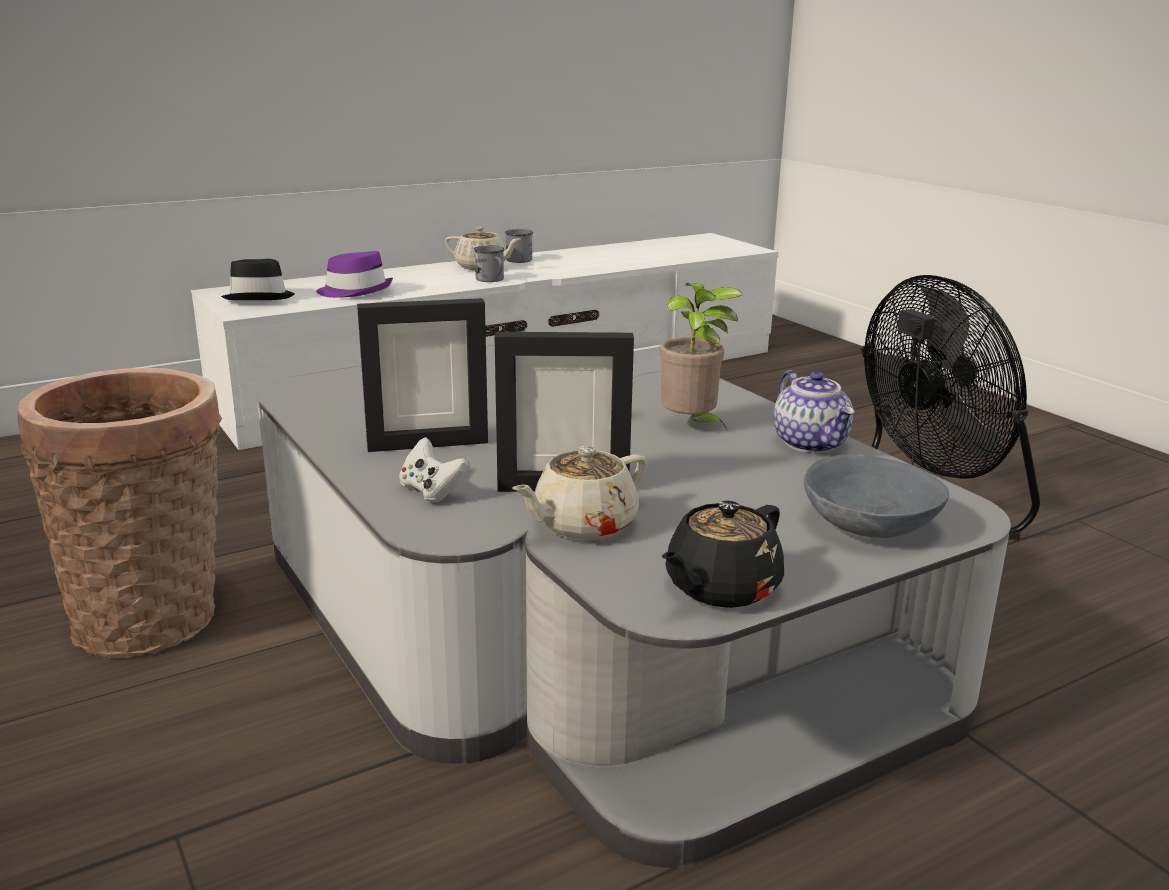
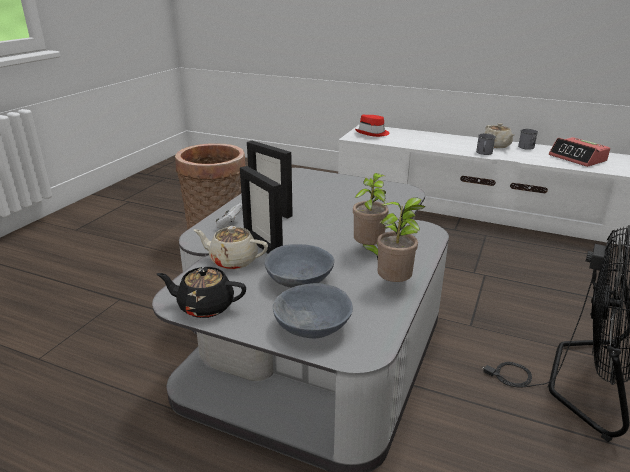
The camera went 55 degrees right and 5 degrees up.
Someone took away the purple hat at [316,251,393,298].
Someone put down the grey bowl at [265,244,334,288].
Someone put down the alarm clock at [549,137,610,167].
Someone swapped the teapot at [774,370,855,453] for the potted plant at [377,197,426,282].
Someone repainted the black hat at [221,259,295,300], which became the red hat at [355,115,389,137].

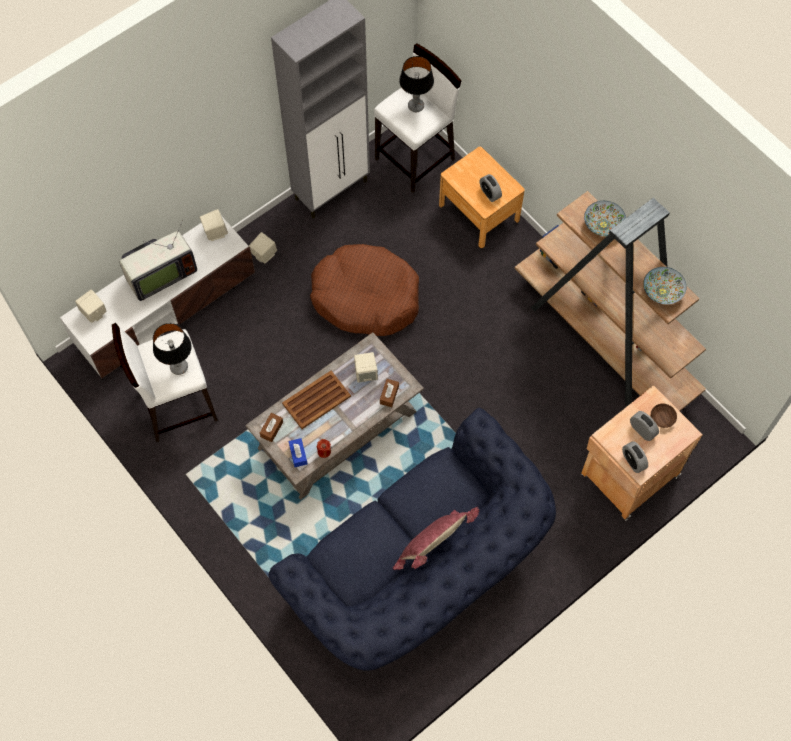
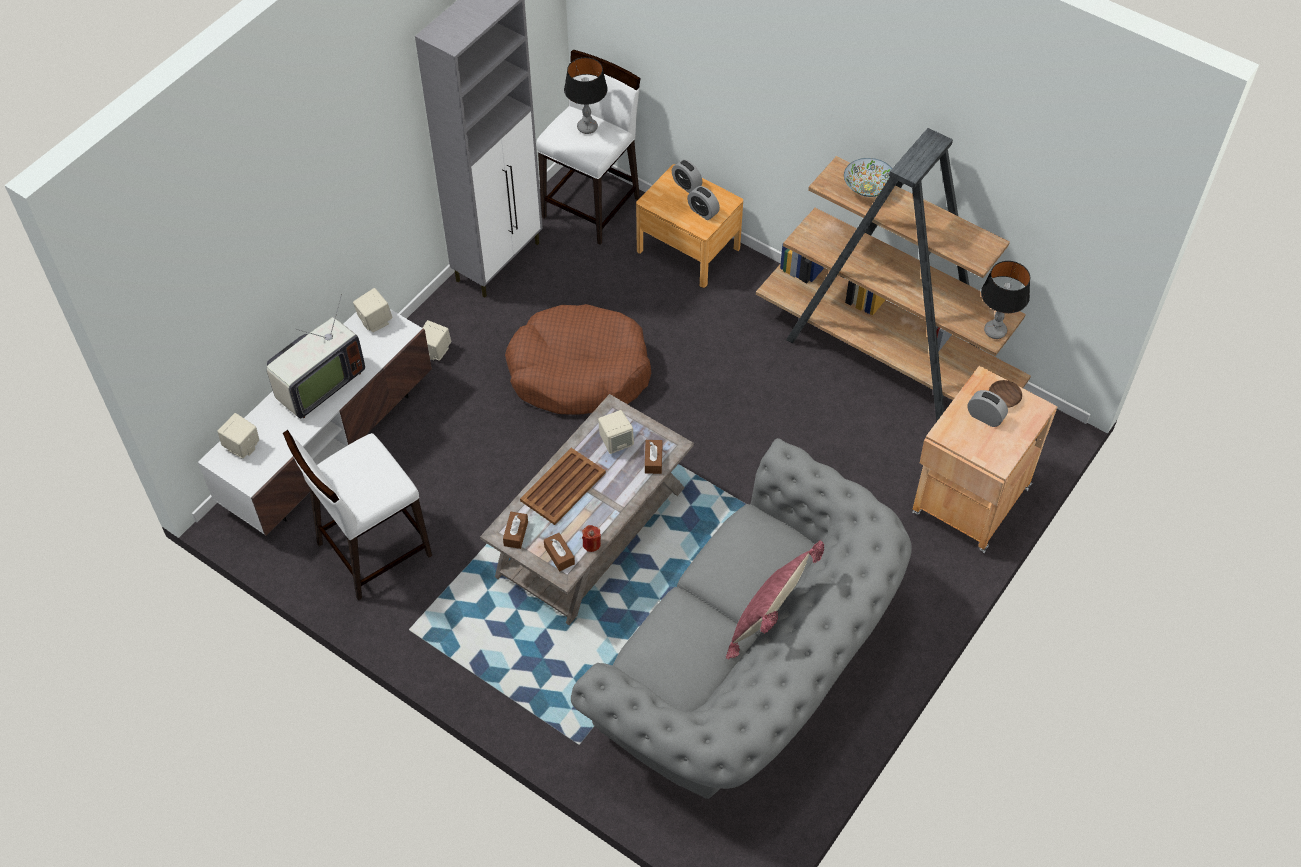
The camera went 15 degrees left and 10 degrees down.
Someone took away the bowl at [643,267,687,304].
Someone carried the table lamp from [153,323,192,375] to [981,261,1030,339].
Someone carried the alarm clock from [622,441,648,473] to [672,160,702,193].
Someone repainted the blue sofa at [269,408,556,671], which became the grey sofa at [571,438,912,799].
Someone repainted the blue tissue box at [289,438,307,467], which became the brown tissue box at [544,533,575,571].

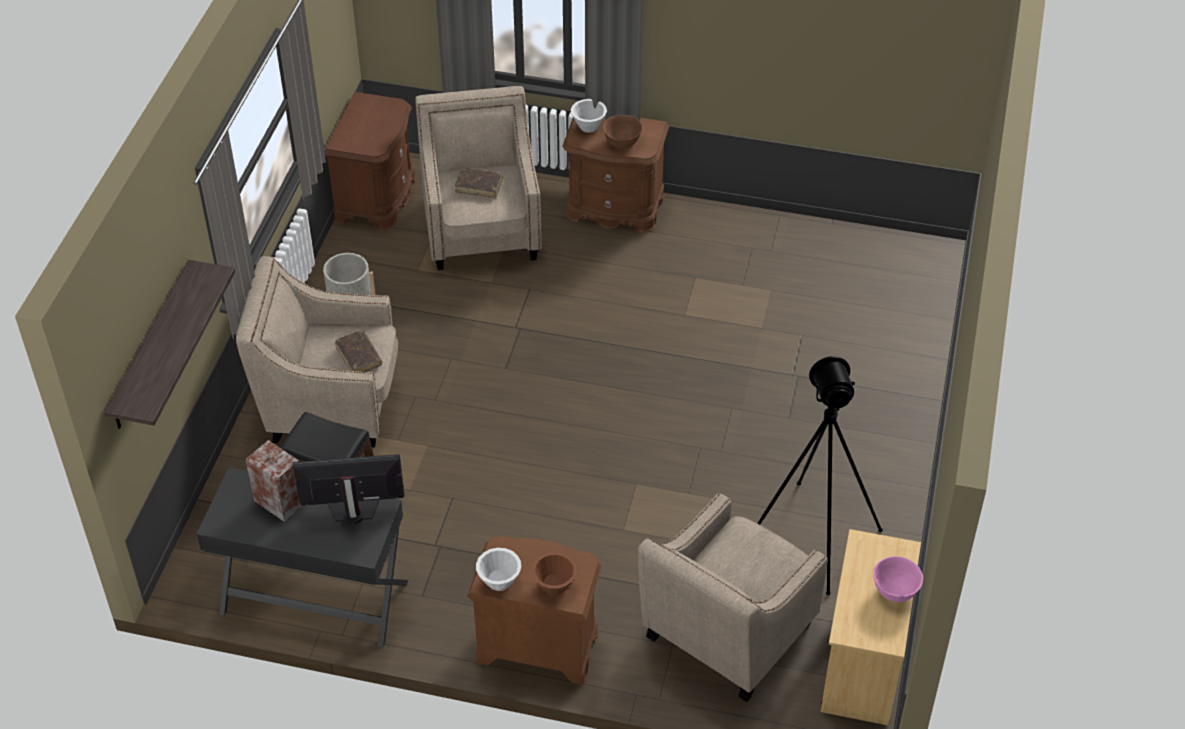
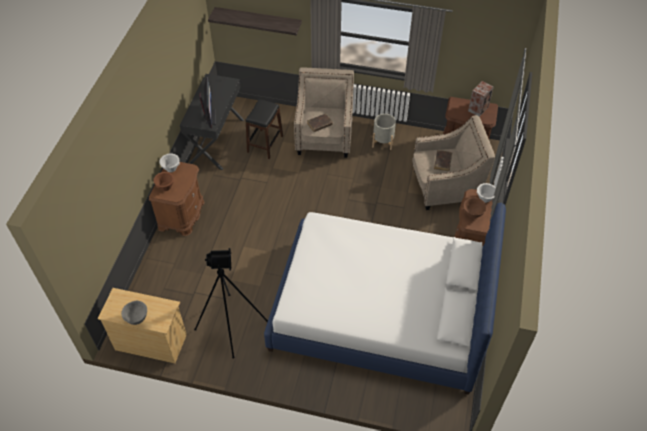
The camera went 90 degrees right and 5 degrees up.
Someone took away the beige armchair at [638,493,828,702].
Someone put down the white bed at [264,203,506,395].
Someone carried the speaker from [245,440,302,522] to [468,81,494,117].
Someone repainted the pink bowl at [873,556,923,602], which became the grey bowl at [121,301,147,325].

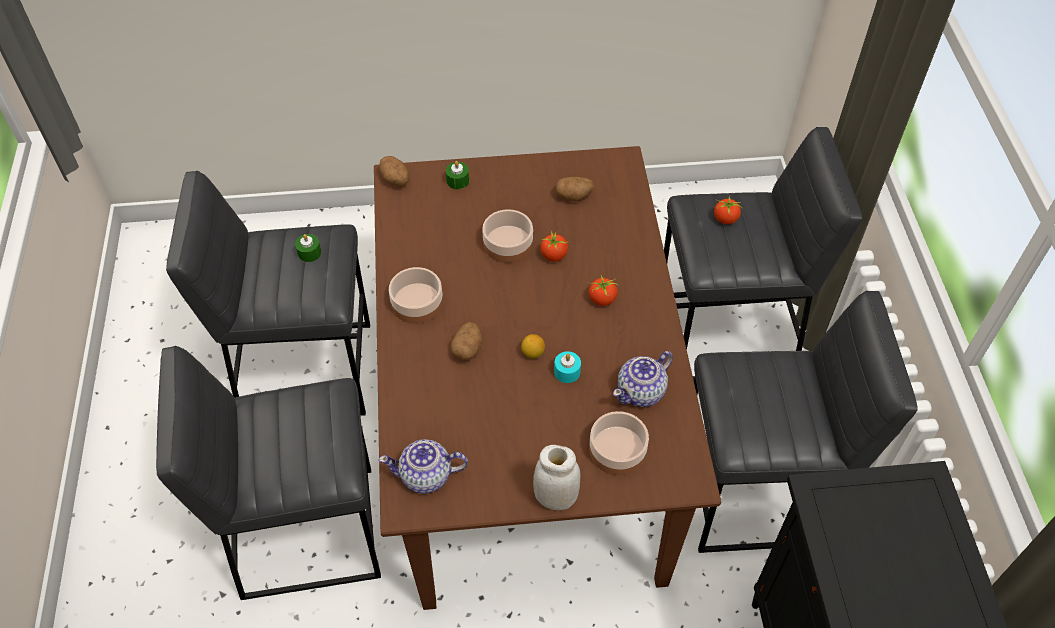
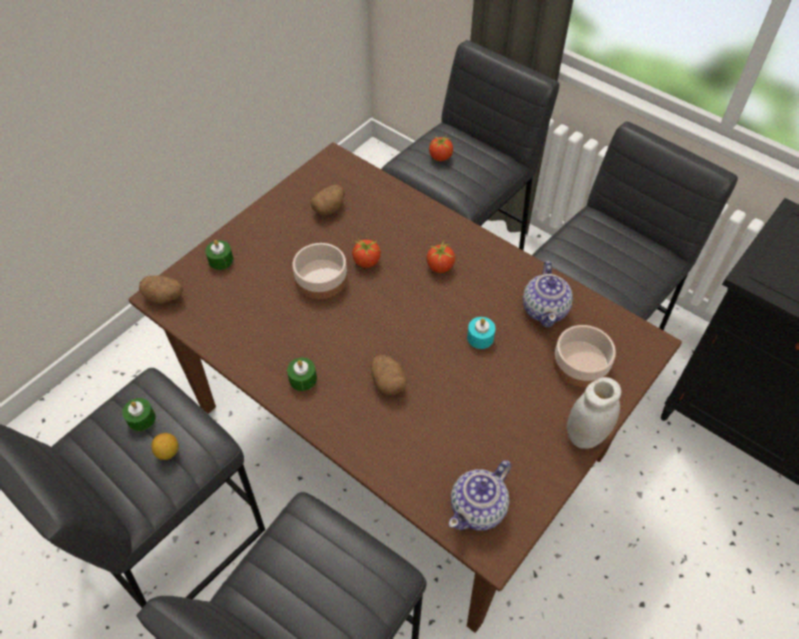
The camera went 45 degrees left and 0 degrees up.
Someone carried the lemon from [521,334,545,359] to [151,433,179,460].
Someone swapped the bowl at [389,267,443,324] for the green candle at [287,358,317,391].

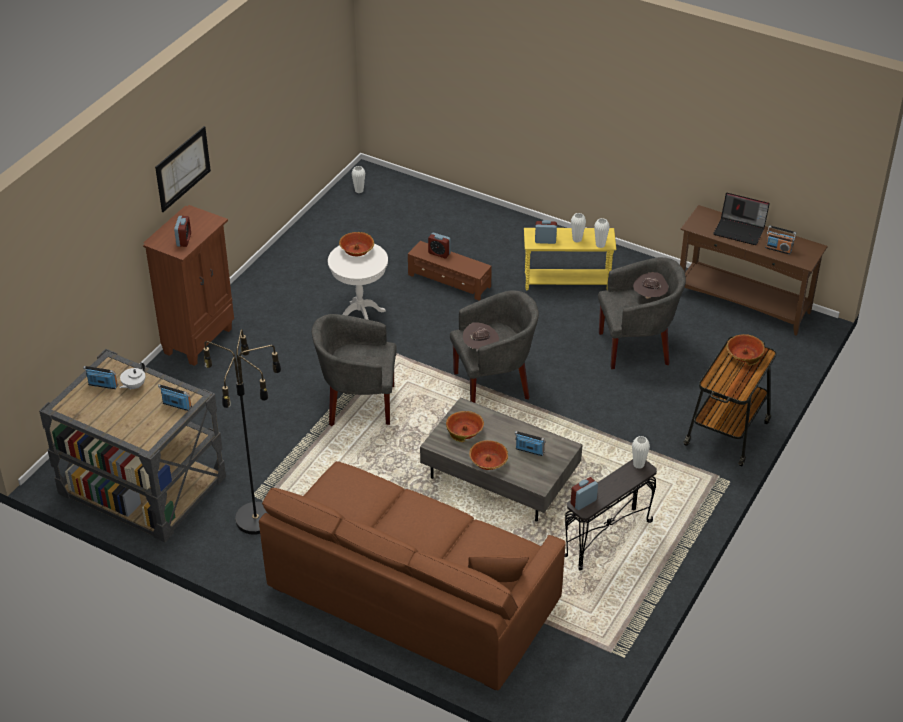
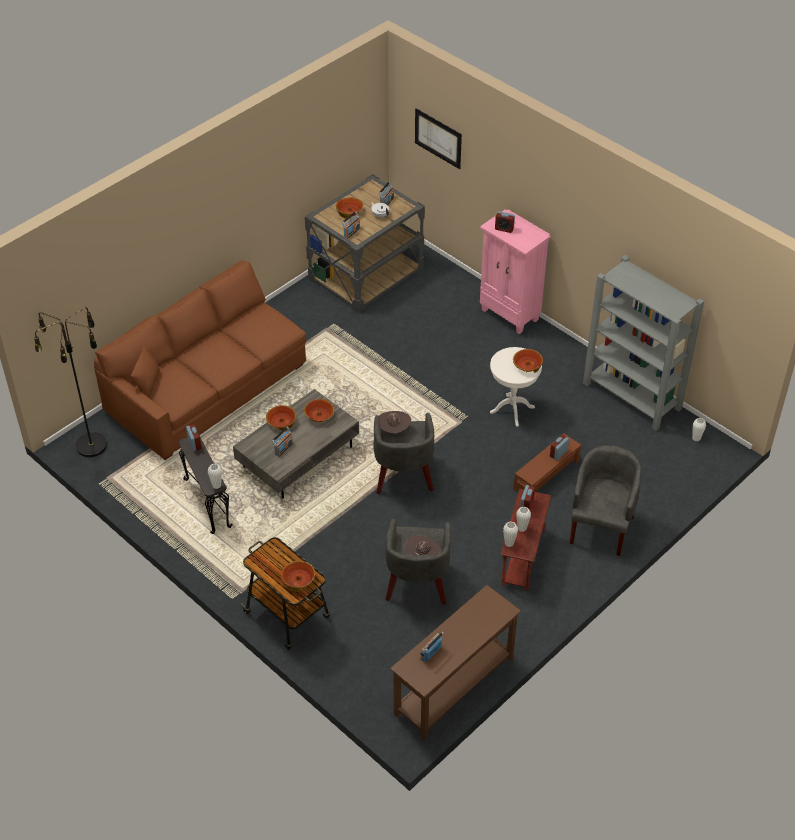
The camera went 105 degrees right and 5 degrees up.
Someone took away the laptop at [713,193,770,245].
Someone put down the bowl at [336,197,363,218].
Someone put down the grey bookcase at [583,255,704,431].
Someone carried the picture from [155,126,211,212] to [415,108,462,169].
Someone carried the floor lamp from [203,329,281,534] to [34,307,107,457].
Someone carried the grey armchair from [311,314,397,426] to [570,446,642,556].
Someone repainted the brown cabinet at [143,205,234,366], which became the pink cabinet at [480,209,550,334].
Someone repainted the yellow side table at [524,228,617,290], which became the brown side table at [500,489,551,591].

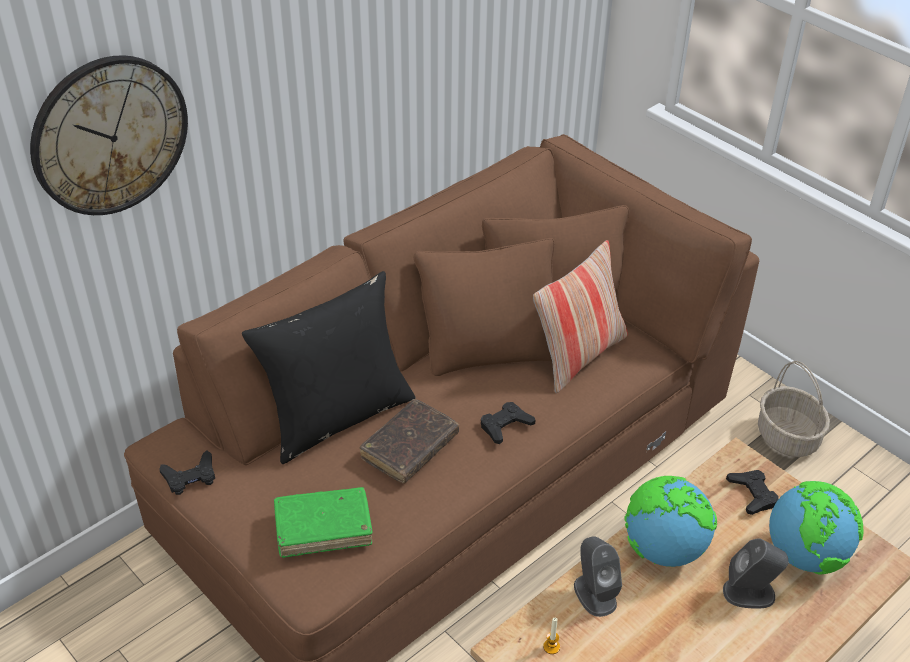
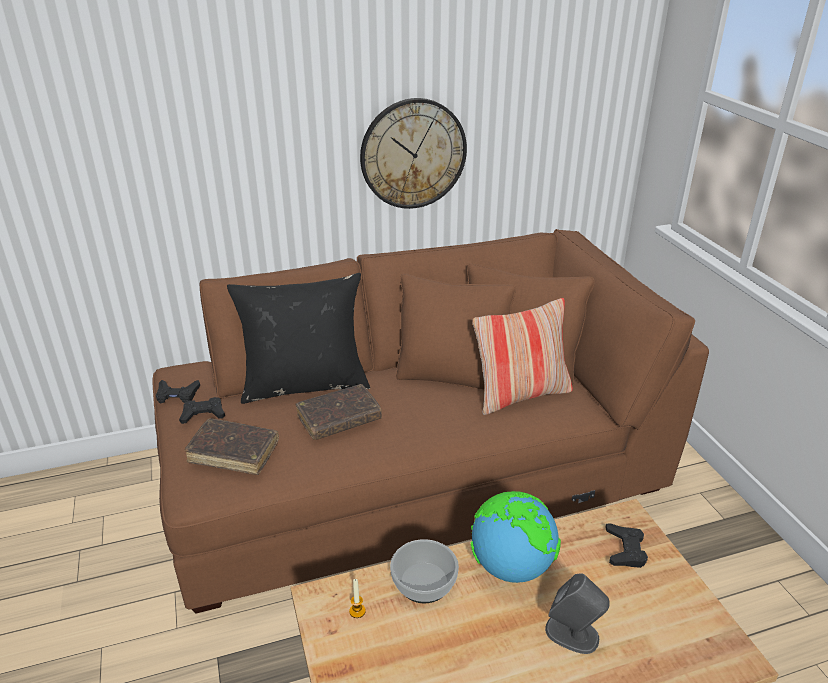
The camera went 25 degrees right and 10 degrees down.
Someone took away the basket at [758,361,830,457].
Someone took away the globe at [769,481,863,575].
Someone carried the wall clock from [30,55,188,215] to [360,98,467,209].
Someone carried the black game controller from [481,402,535,444] to [179,397,225,424].
Someone swapped the grey speaker at [574,536,622,617] for the bowl at [390,539,459,603].
Someone repainted the green book at [274,487,373,558], which became the brown book at [185,418,279,475].

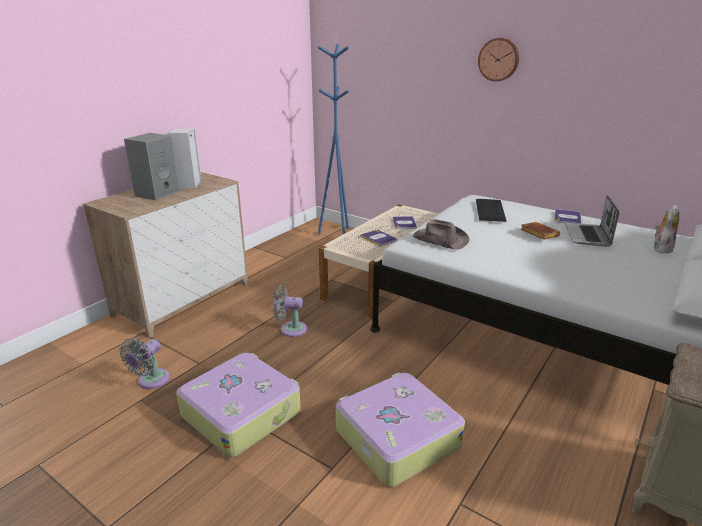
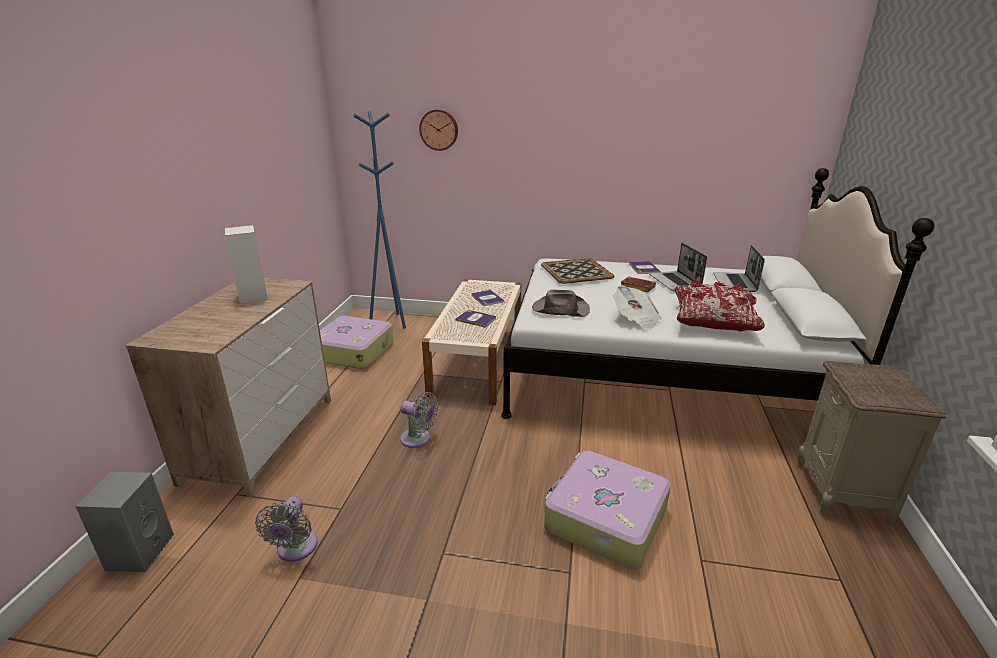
The camera went 25 degrees left and 0 degrees up.
Someone put down the newspaper at [613,285,662,330].
Someone put down the red pillow at [674,280,765,332].
Someone carried the grey speaker from [124,133,180,200] to [75,472,174,572].
Someone carried the suitcase from [176,353,301,457] to [320,316,394,369].
Someone carried the wall clock from [478,38,519,82] to [419,109,458,151].
Someone swapped the keyboard at [476,199,507,222] for the tray at [541,258,614,284].
Someone swapped the plush toy at [654,205,679,253] for the laptop at [713,245,765,292].
Someone rotated the grey fan at [273,285,307,337] by 135 degrees counterclockwise.

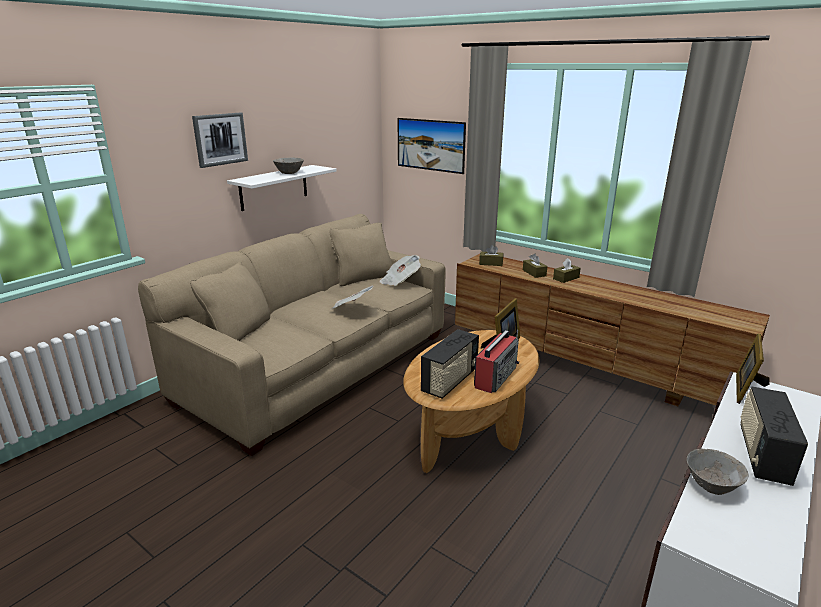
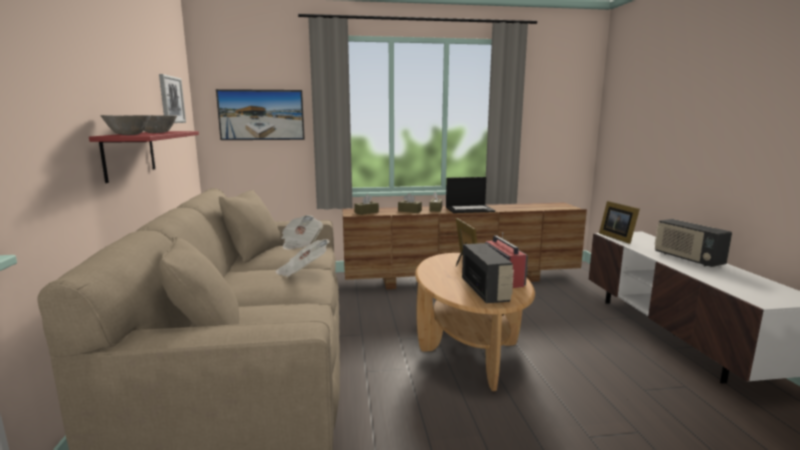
The camera went 45 degrees left and 10 degrees down.
Someone put down the laptop at [446,177,495,213].
Someone carried the picture from [192,113,248,168] to [159,74,186,123].
Someone carried the grey bowl from [687,449,748,495] to [100,115,151,135].
Someone repainted the white shelf at [227,165,337,211], which became the red shelf at [89,131,199,183].

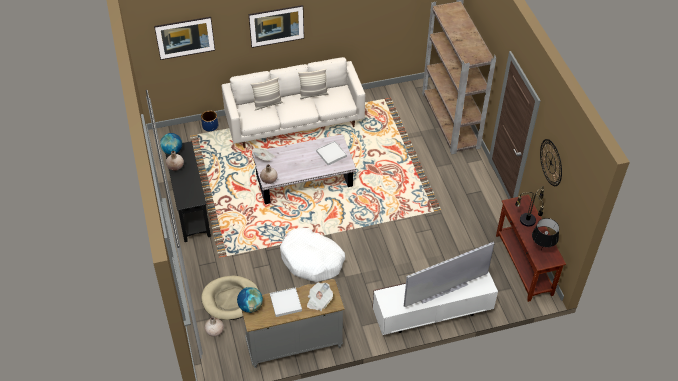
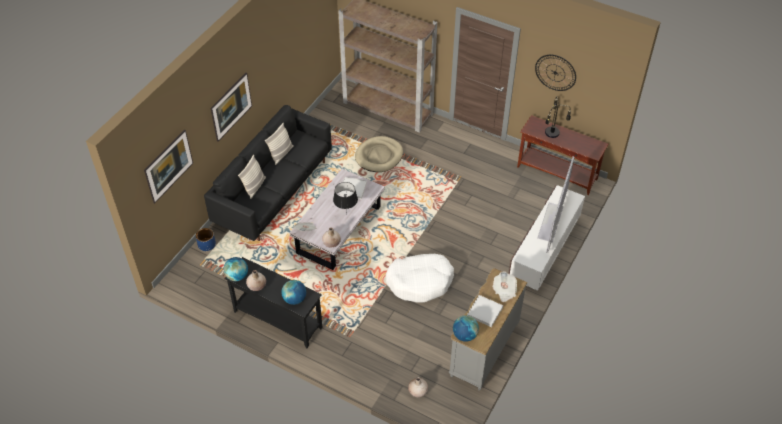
The camera went 45 degrees left and 0 degrees up.
Someone put down the globe at [281,280,306,305].
Someone carried the beige dog bed from [201,276,259,320] to [355,136,403,172].
Someone carried the black table lamp from [532,218,559,251] to [333,182,358,209].
Someone repainted the white sofa at [221,57,365,148], which became the black sofa at [204,105,332,241].

